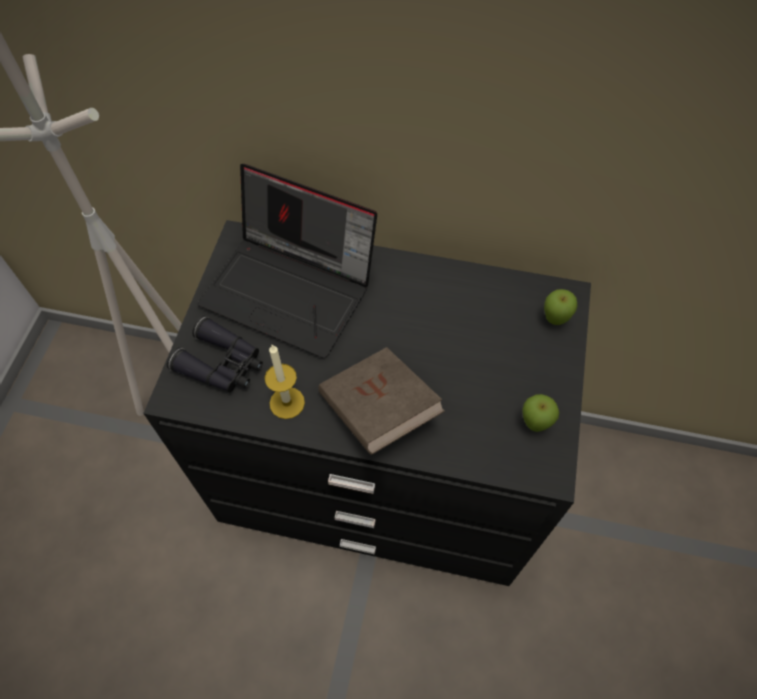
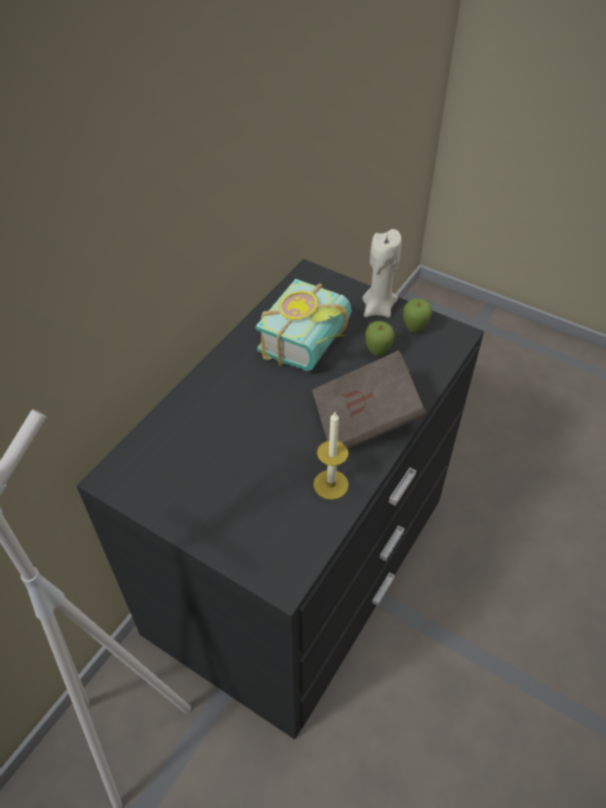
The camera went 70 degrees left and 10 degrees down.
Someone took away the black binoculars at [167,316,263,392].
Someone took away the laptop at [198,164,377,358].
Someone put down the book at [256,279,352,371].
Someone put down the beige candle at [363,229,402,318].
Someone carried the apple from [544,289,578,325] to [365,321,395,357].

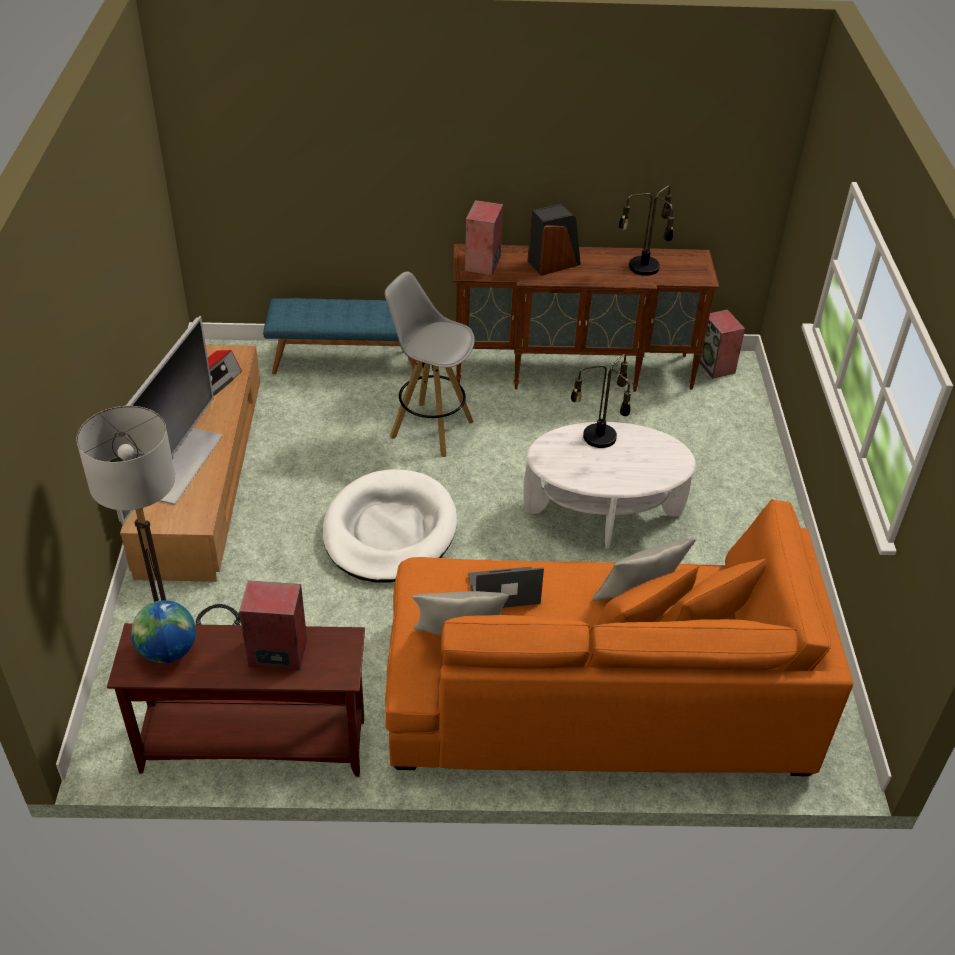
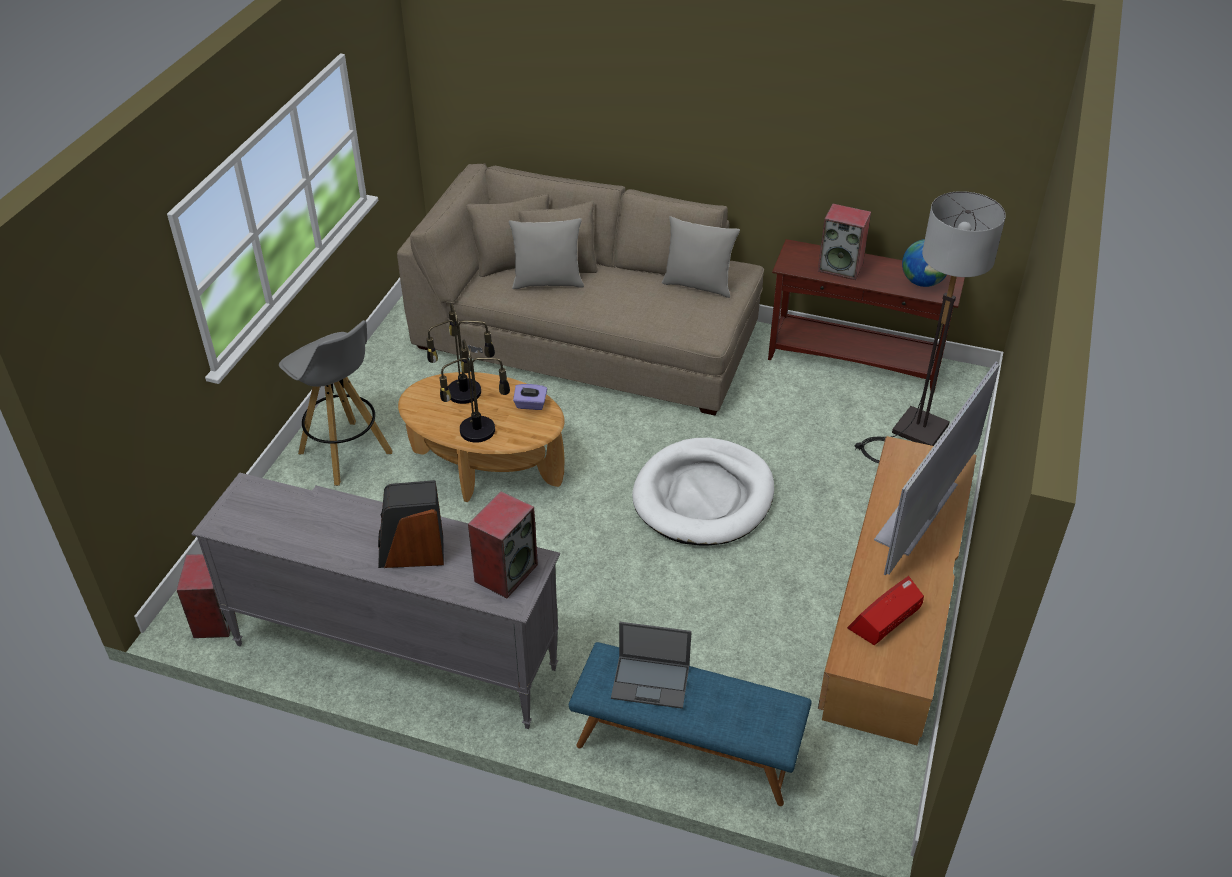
The camera went 160 degrees left and 0 degrees up.
Someone put down the purple tissue box at [513,384,547,410].
Someone carried the grey stool from [384,271,475,457] to [279,320,392,486].
Someone carried the laptop from [468,567,544,608] to [611,622,692,709].
Someone carried the table lamp from [619,185,674,276] to [426,303,495,404].
Someone repainted the orange sofa at [385,499,853,776], which became the beige sofa at [397,163,764,415].
Someone repainted the brown cabinet at [453,244,719,392], which became the grey cabinet at [191,472,560,729].
Someone repainted the white coffee table at [523,422,696,549], which became the brown coffee table at [398,372,565,502].

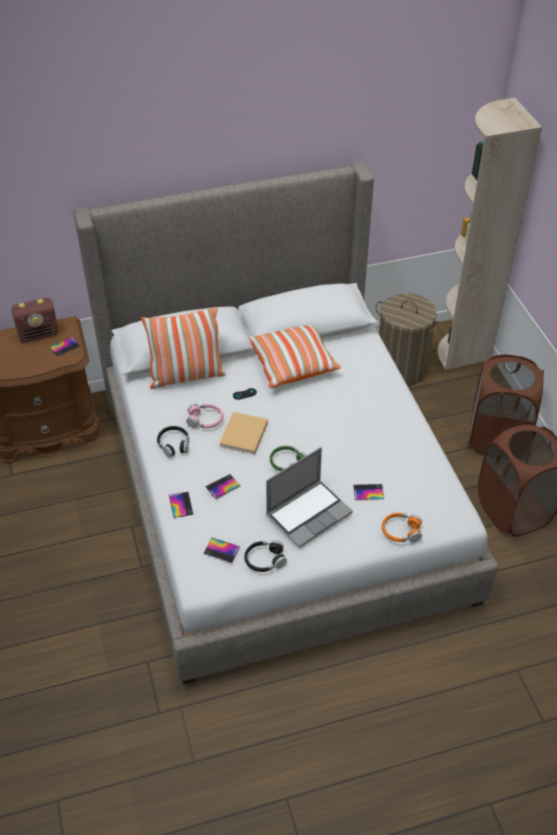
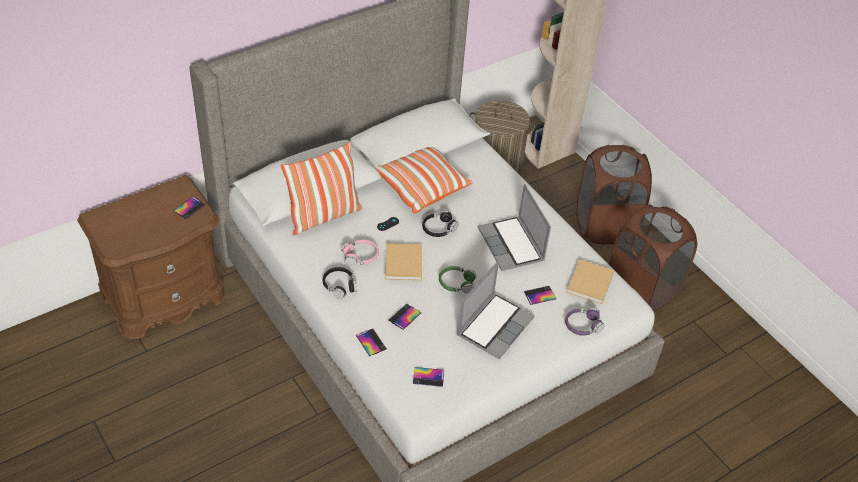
The camera went 20 degrees left and 0 degrees up.
Someone took away the radio at [11,298,59,342].
Someone put down the laptop at [478,184,551,271].
Someone put down the beige book at [567,259,614,304].
Someone carried the black headphones from [244,540,287,572] to [422,210,459,237].
Someone repainted the orange headphones at [382,513,422,542], which became the purple headphones at [565,308,605,336].

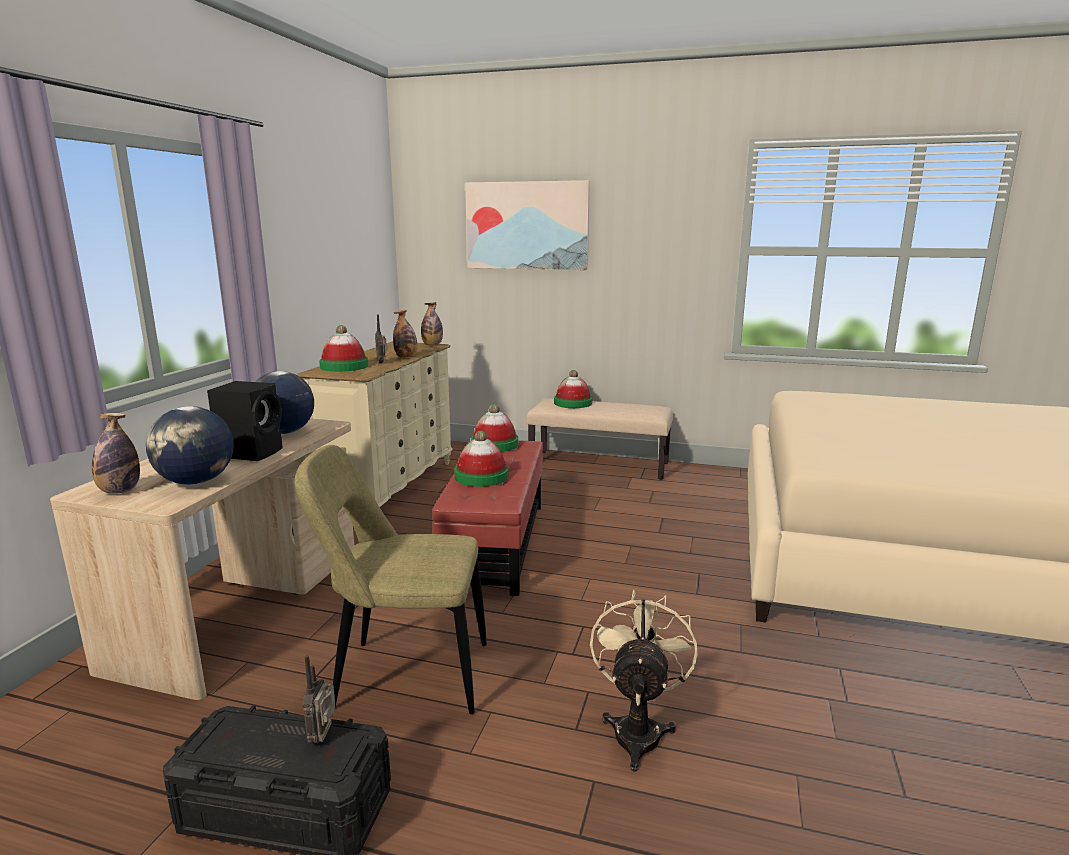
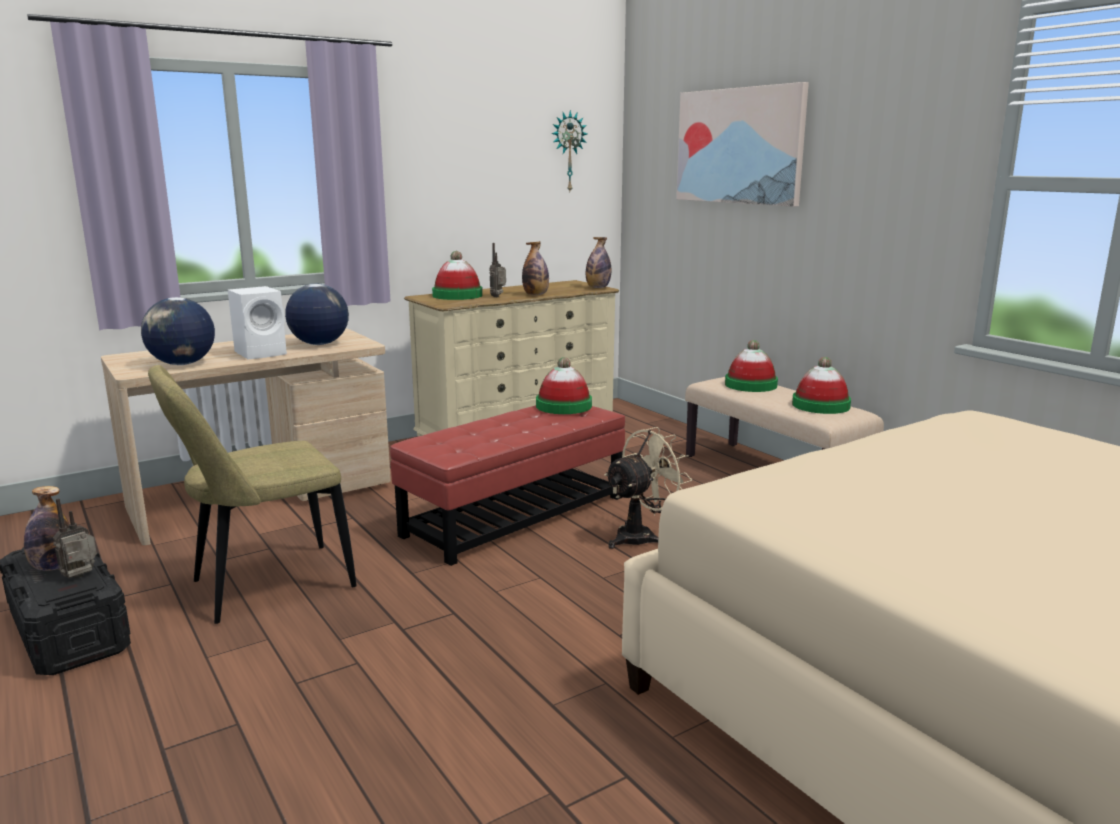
The camera went 40 degrees right and 0 degrees up.
Someone put up the wall clock at [552,110,587,191].
Someone carried the bottle from [92,413,140,494] to [24,486,69,571].
Someone carried the hat from [454,431,508,487] to [792,357,851,414].
Someone carried the beige fan from [590,590,697,771] to [604,427,692,549].
Someone repainted the black speaker at [207,381,283,461], which became the white speaker at [228,286,287,359].
Someone rotated the beige chair at [294,445,487,714] by 75 degrees counterclockwise.

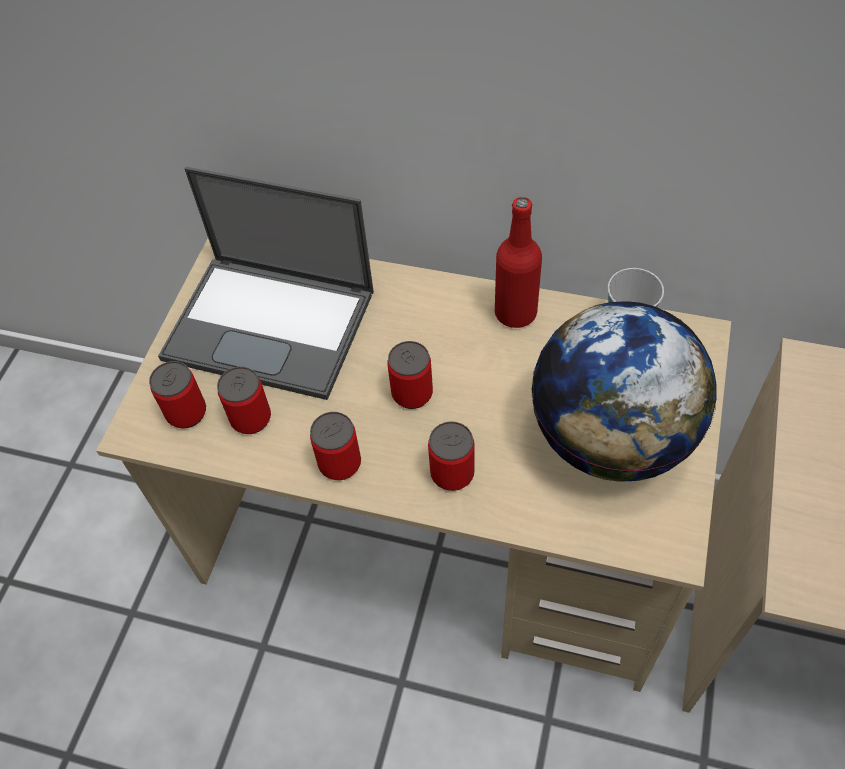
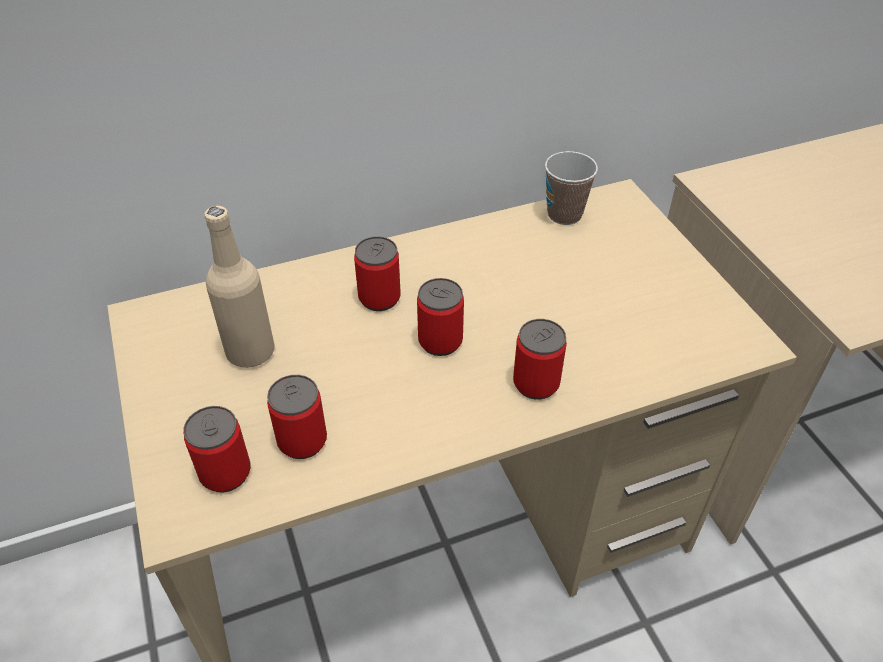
The camera went 40 degrees left and 10 degrees down.
Someone took away the red bottle at [495,197,542,328].
Someone took away the globe at [531,301,717,482].
Someone carried the can from [310,412,361,480] to [354,236,401,311].
Someone swapped the laptop at [158,167,374,400] for the beige bottle at [204,206,275,368].

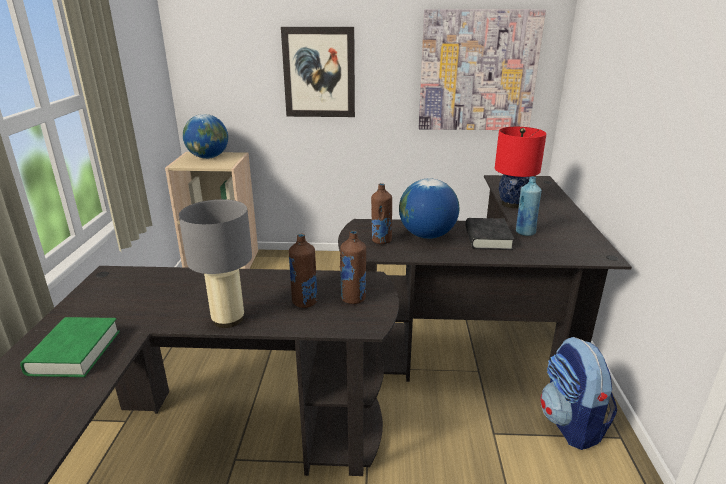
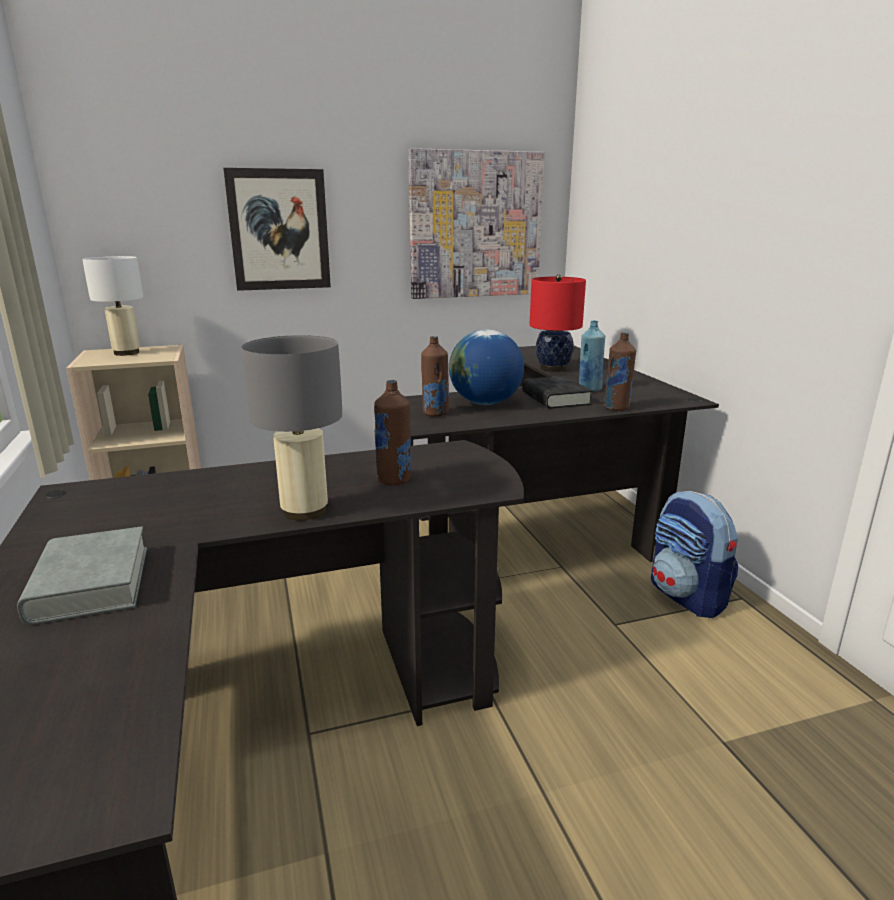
The camera went 20 degrees left and 5 degrees down.
Someone carried the brown bottle from [340,230,366,304] to [603,332,636,411].
Someone swapped the globe at [183,114,228,159] for the white table lamp at [82,256,143,356].
Someone repainted the green book at [20,317,120,377], which became the grey book at [17,526,147,625].

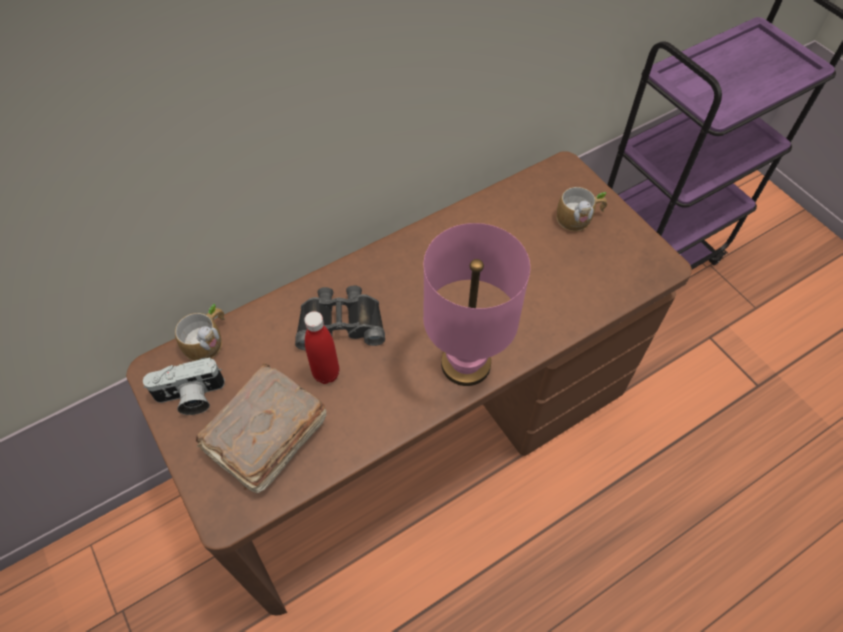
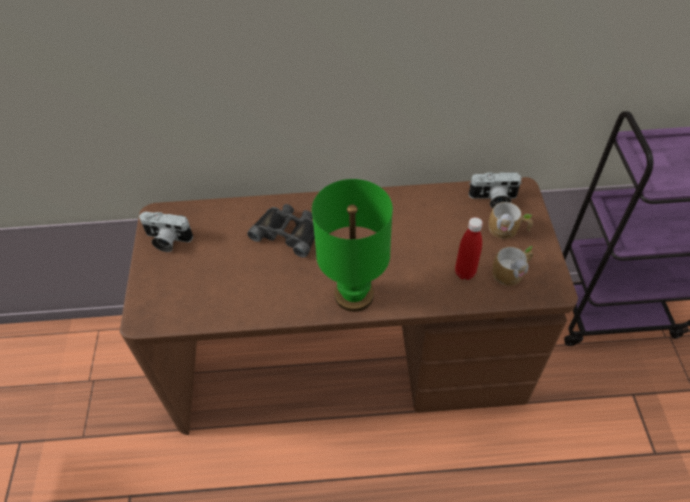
The camera went 30 degrees right and 5 degrees down.
Someone took away the brown book at [196,362,327,494].
Someone put down the photo camera at [468,172,522,208].
Someone carried the mug from [175,304,225,361] to [492,246,533,286].
Someone carried the red bottle from [304,311,339,384] to [455,217,483,280].
Someone repainted the pink table lamp at [423,223,530,386], which became the green table lamp at [312,179,393,312].

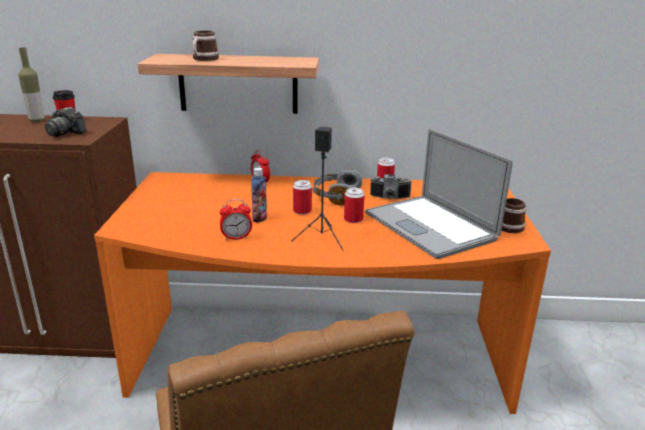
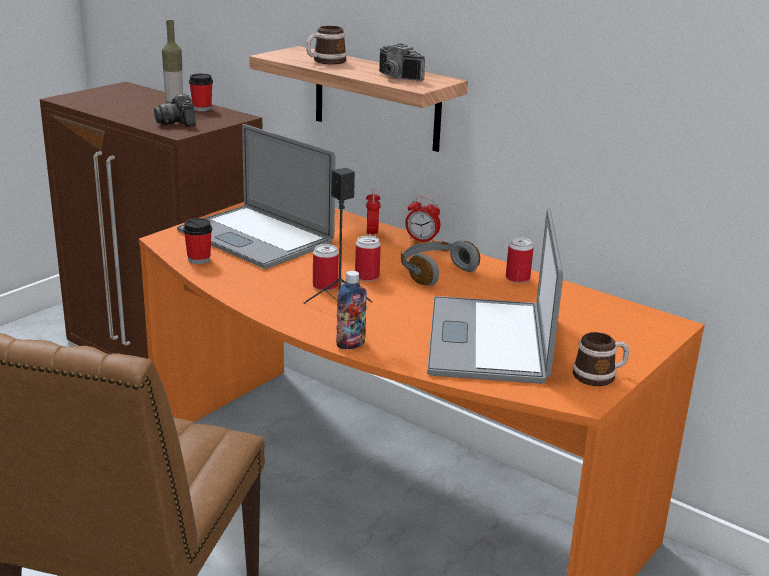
The camera went 35 degrees right and 0 degrees up.
Someone put down the laptop at [177,124,335,269].
Someone put down the cup at [183,218,212,264].
Someone carried the alarm clock from [220,199,252,241] to [405,196,440,242].
Someone carried the bottle from [251,168,267,223] to [336,271,367,349].
Someone carried the can from [344,188,365,223] to [313,244,339,291].
Someone carried the photo camera from [370,174,412,199] to [379,44,425,82].

